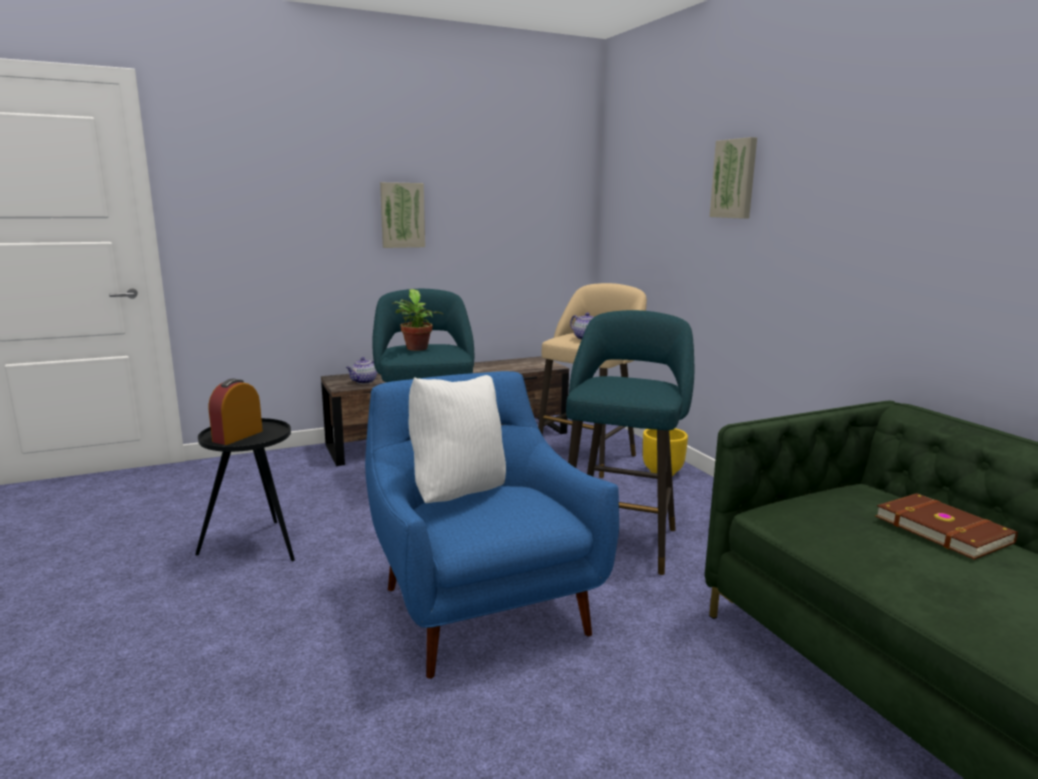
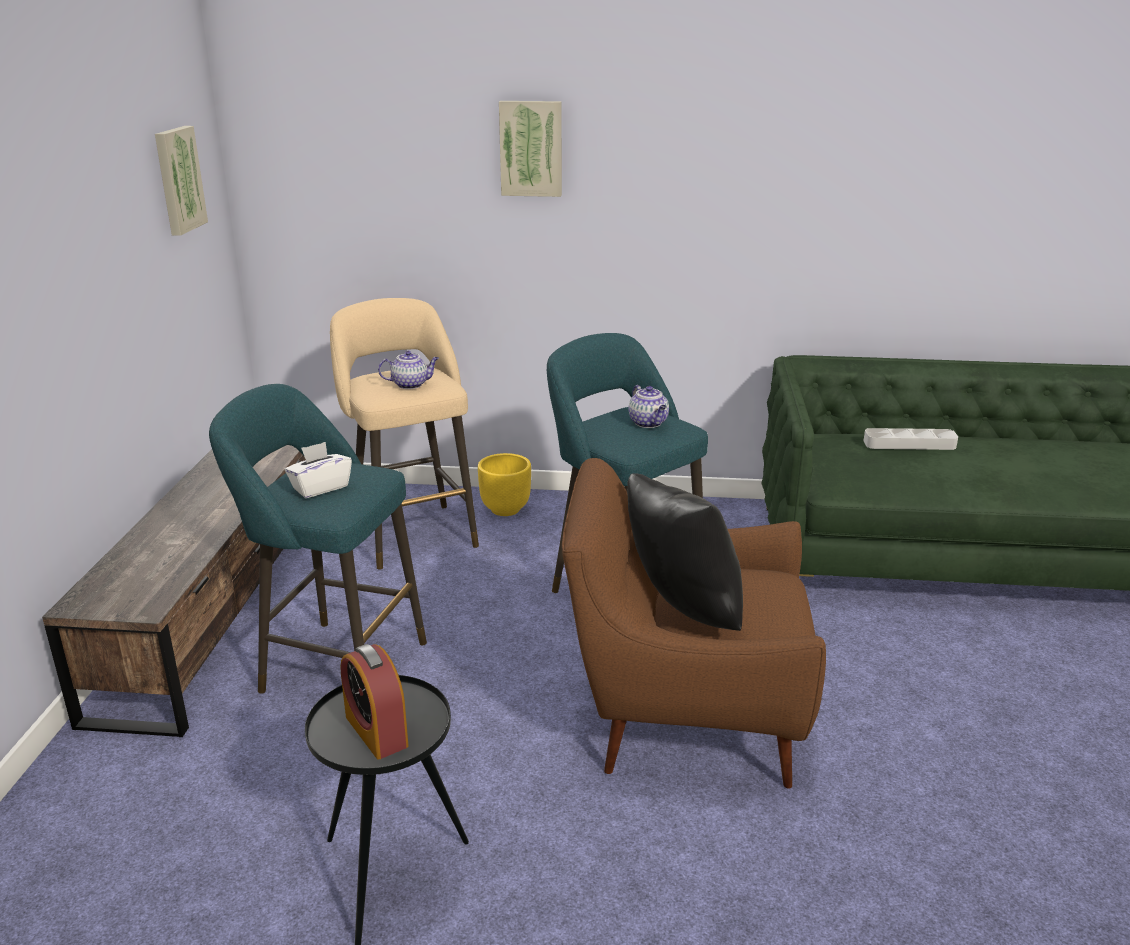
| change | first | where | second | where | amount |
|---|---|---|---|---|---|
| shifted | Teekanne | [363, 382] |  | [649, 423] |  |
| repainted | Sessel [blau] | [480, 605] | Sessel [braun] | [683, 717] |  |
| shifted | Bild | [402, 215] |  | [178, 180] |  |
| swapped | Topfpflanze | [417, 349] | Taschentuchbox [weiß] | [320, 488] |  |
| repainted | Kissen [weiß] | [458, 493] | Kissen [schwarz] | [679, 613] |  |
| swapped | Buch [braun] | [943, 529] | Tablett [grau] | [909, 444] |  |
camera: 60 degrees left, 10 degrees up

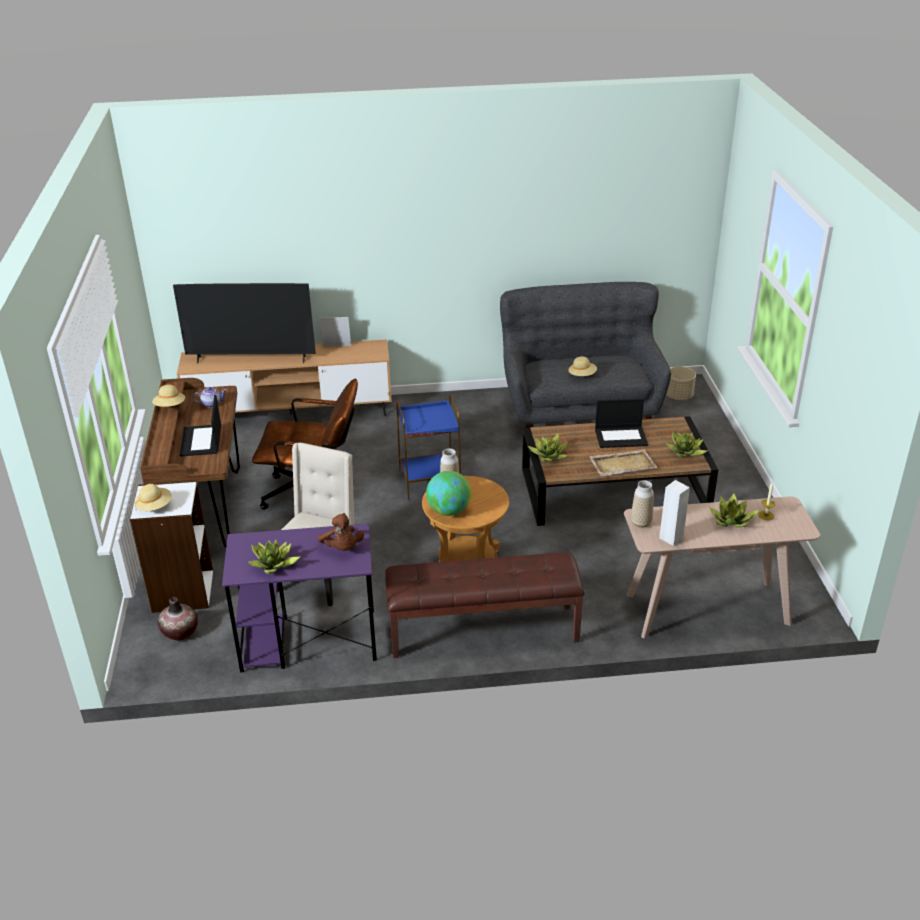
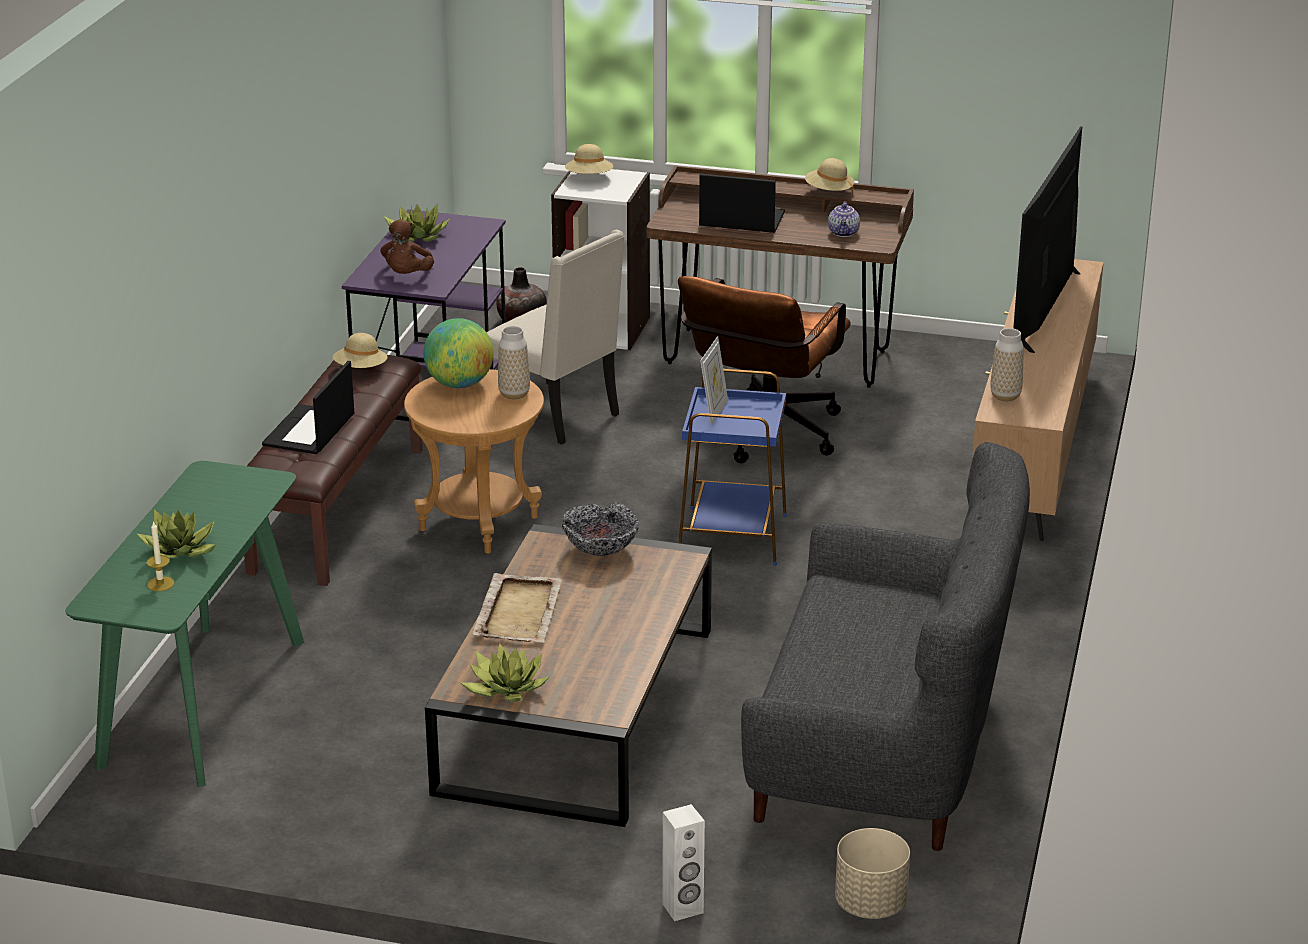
| change | first | where | second | where | amount |
|---|---|---|---|---|---|
| rotated | Plüschtier [braun] | [342, 548] |  | [407, 275] | 75 degrees counterclockwise |
| shifted | Bilderrahmen | [336, 347] |  | [714, 412] |  |
| swapped | Topfpflanze | [549, 456] | Schüssel | [601, 549] |  |
| shifted | Hut [beige] | [582, 375] |  | [360, 369] |  |
| shifted | Laptop | [621, 437] |  | [309, 431] |  |
| repainted | Konsolentisch [beige] | [707, 609] | Konsolentisch [grün] | [202, 702] |  |
| shifted | Vase | [641, 523] |  | [1005, 396] |  |
| shifted | Lautsprecher [weiß] | [671, 538] |  | [683, 909] |  |
camera: 110 degrees right, 5 degrees down

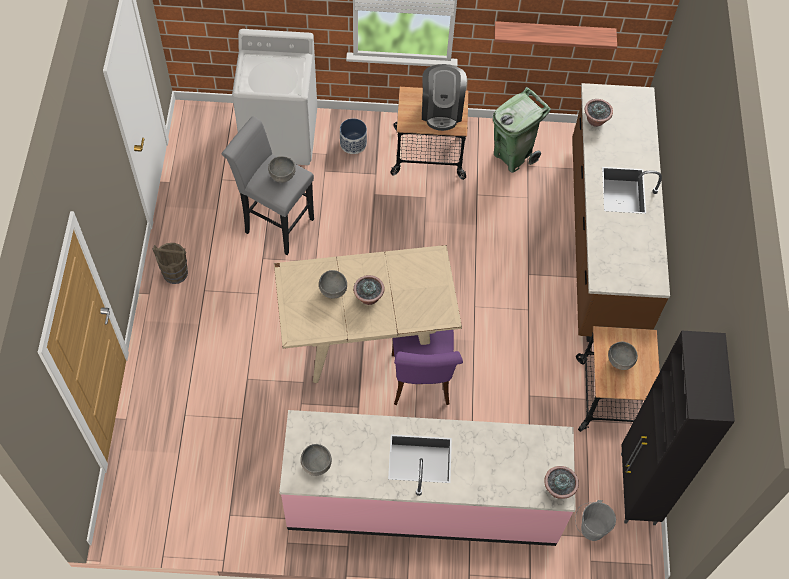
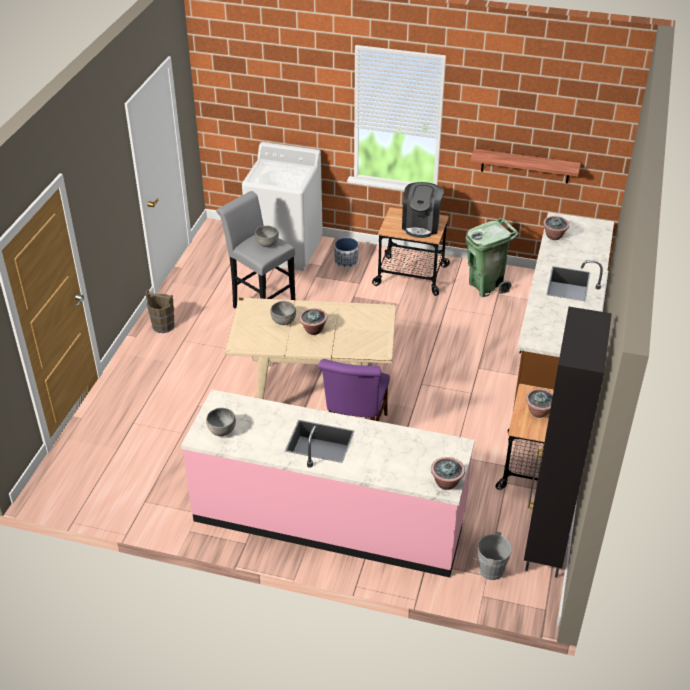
| change | first | where | second | where | amount |
|---|---|---|---|---|---|
| swapped | Schüssel [grau] | [620, 362] | Topfpflanze | [539, 412] |  |
camera: 15 degrees right, 20 degrees down

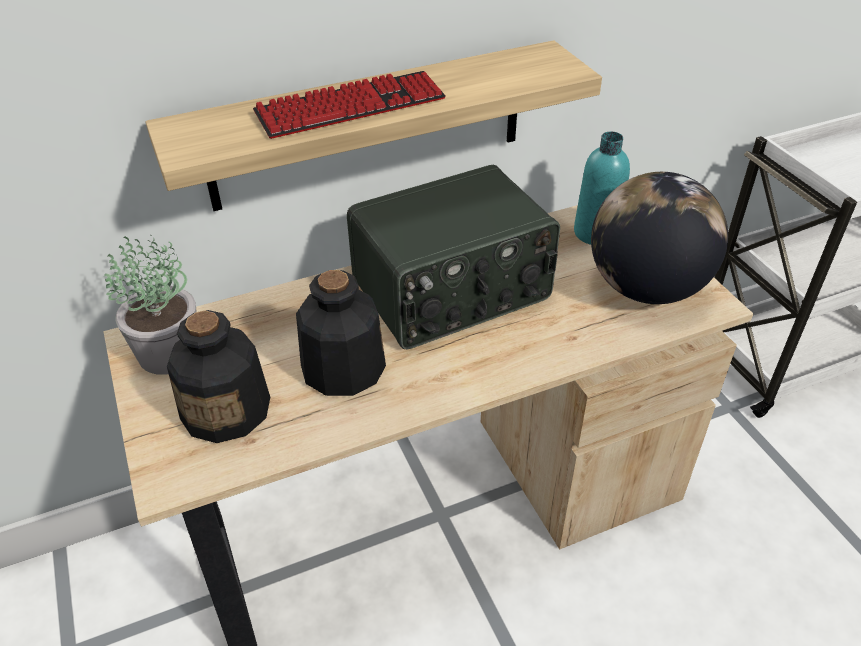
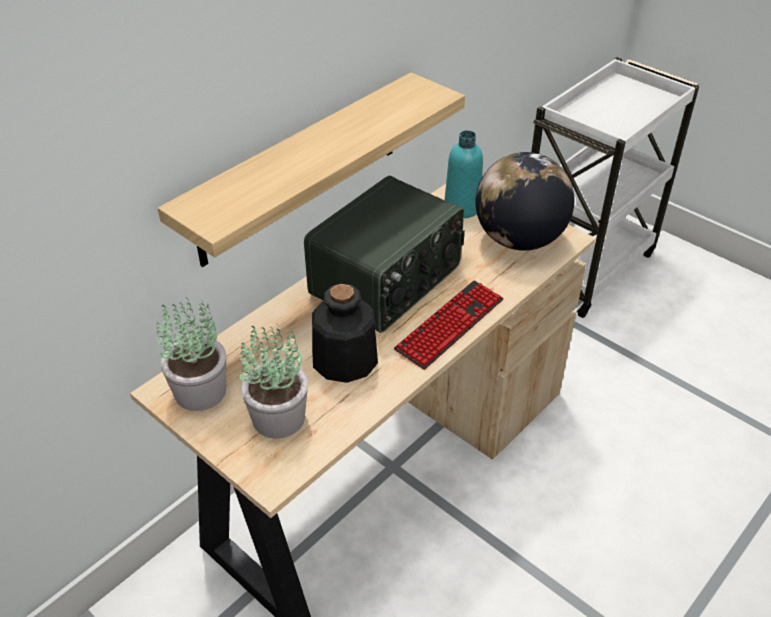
| change | first | where | second | where | amount |
|---|---|---|---|---|---|
| swapped | Flasche | [227, 409] | Topfpflanze | [279, 417] |  |
| shifted | Tastatur | [351, 107] |  | [450, 325] |  |
camera: 25 degrees left, 0 degrees up

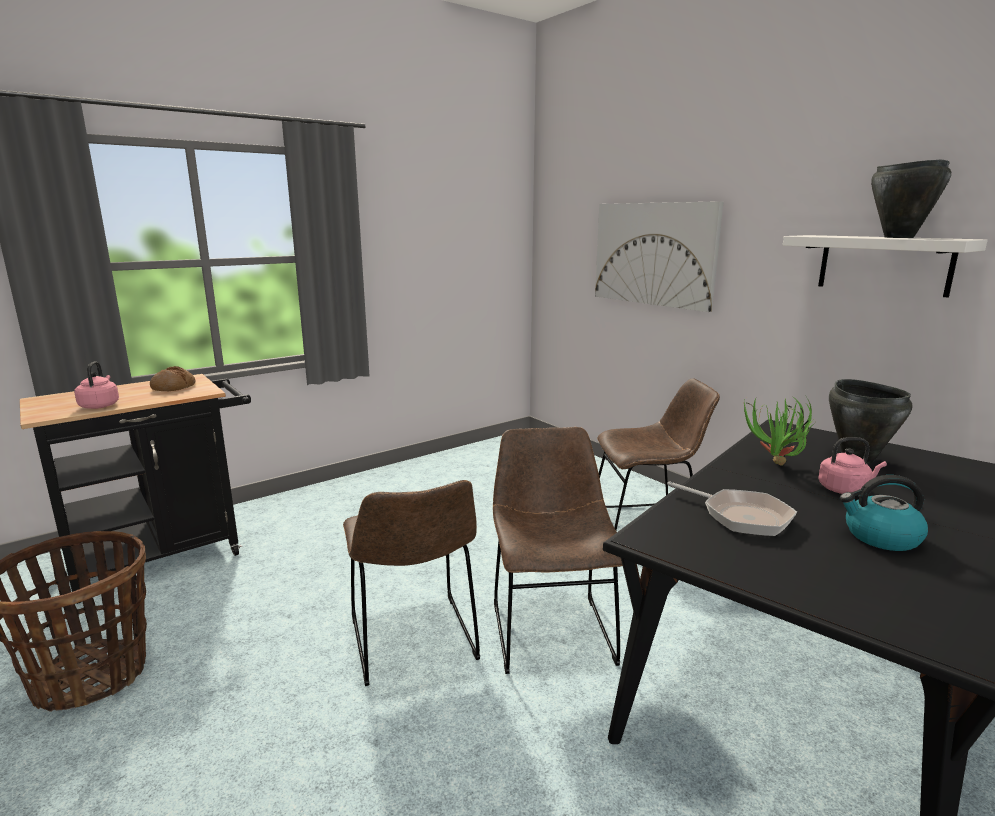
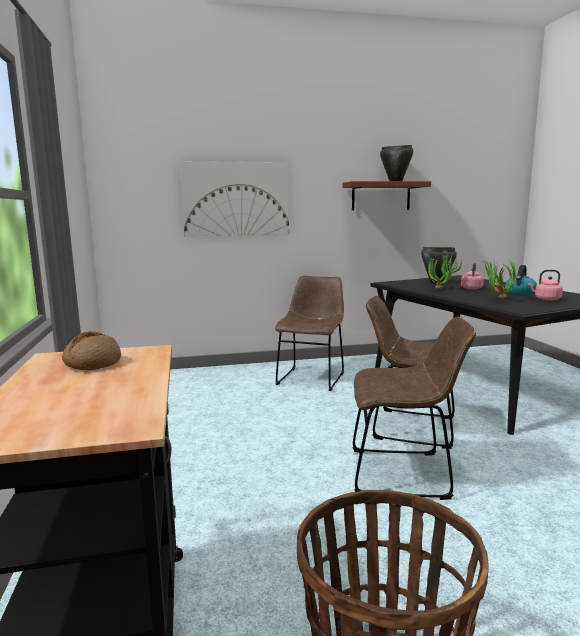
| change | first | where | second | where | amount |
|---|---|---|---|---|---|
| shifted | Wasserkessel [rosa] | [100, 405] |  | [546, 299] |  |
| swapped | Pfanne | [741, 516] | Topfpflanze | [497, 300] |  |
| repainted | Wandregal [weiß] | [884, 264] | Wandregal [braun] | [381, 196] |  |
camera: 65 degrees left, 5 degrees down

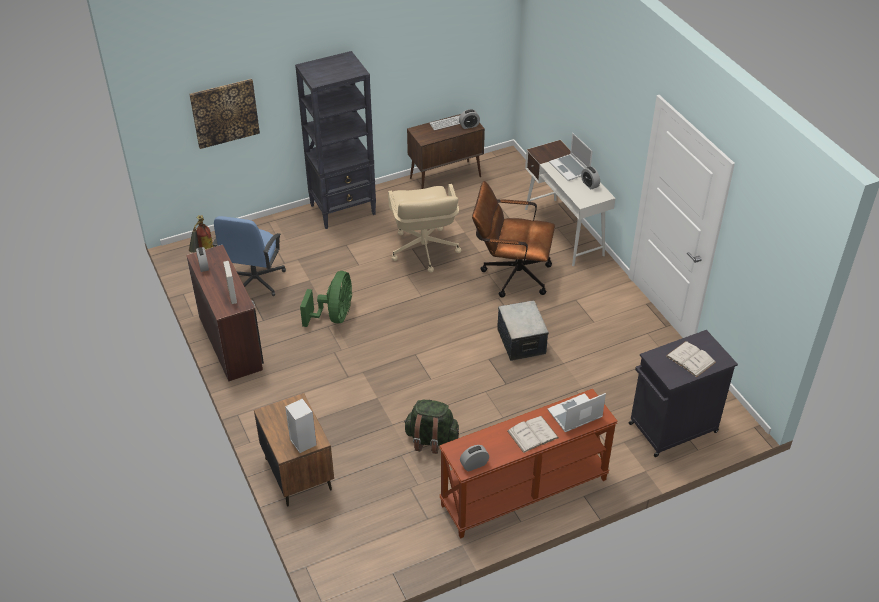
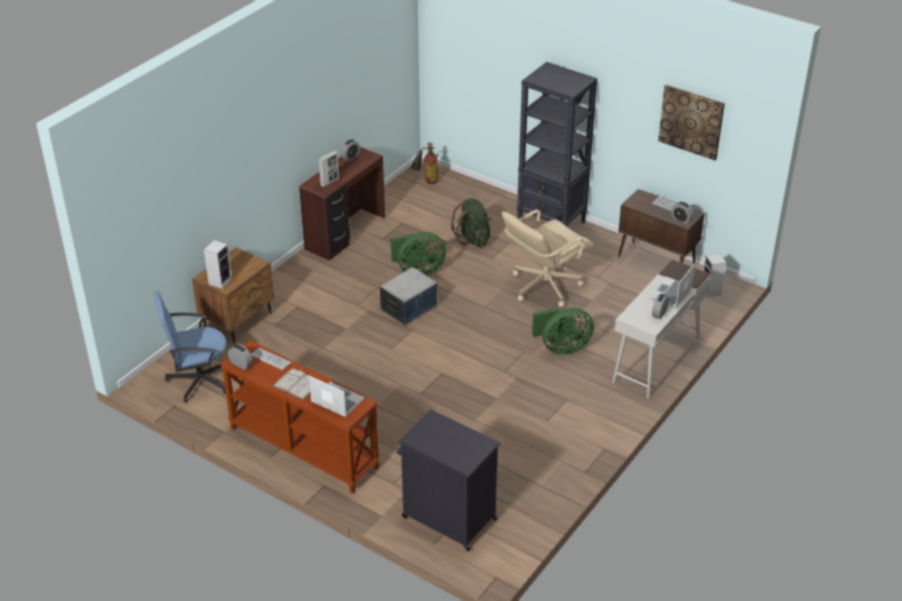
| change | first | where | second | where | amount |
|---|---|---|---|---|---|
| shifted | Bild | [224, 113] |  | [691, 121] |  |
| shifted | Bürostuhl [blau] | [254, 281] |  | [199, 380] |  |
| shifted | Rucksack [grün] | [431, 439] |  | [473, 238] |  |
| swapped | Bürostuhl [braun] | [510, 274] | Ventilator [grün] | [562, 348] |  |
| shifted | Aufbewahrungsbox | [521, 341] |  | [409, 308] |  |
| gone | Buch [weiß] | [690, 359] |  |  |  |
| new |  |  | Tastatur | [271, 359] |  |
| new |  |  | Lautsprecher | [711, 291] |  |
camera: 60 degrees right, 5 degrees down

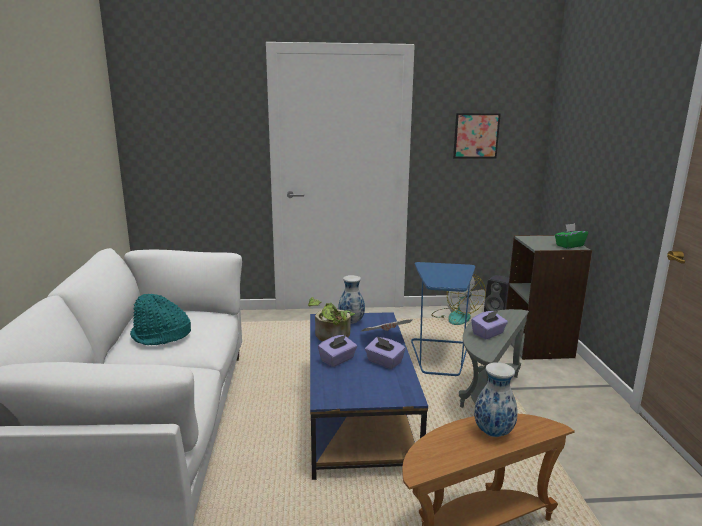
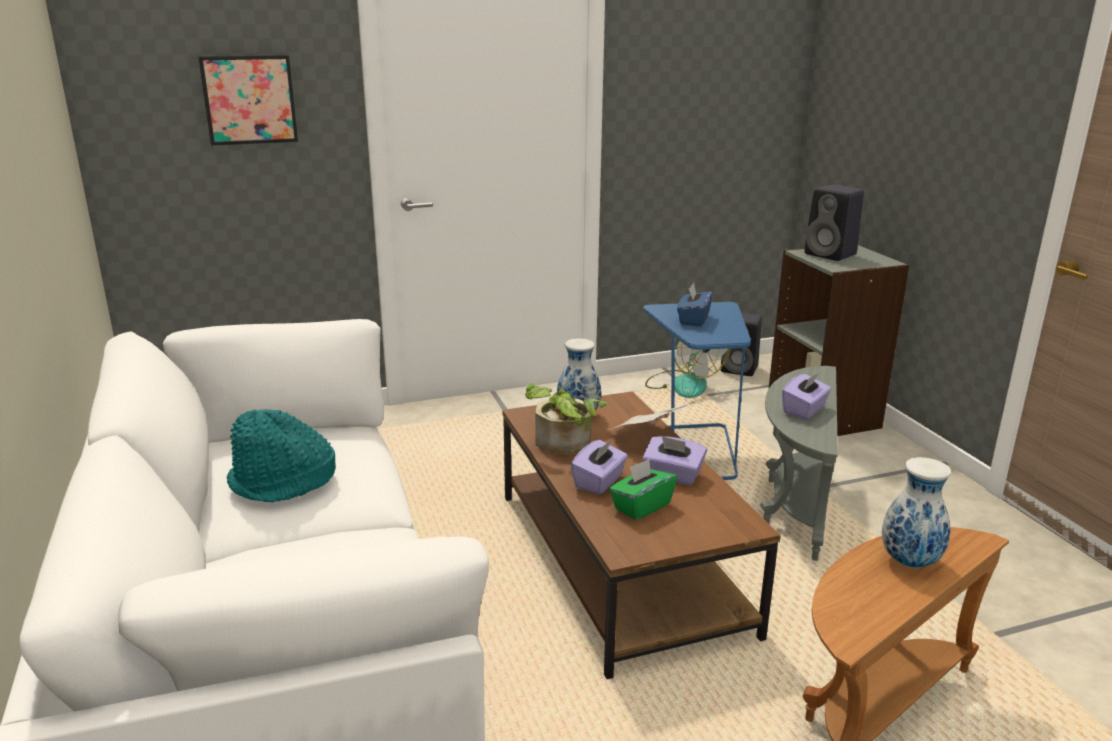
| change | first | where | second | where | amount |
|---|---|---|---|---|---|
| repainted | Couchtisch [blau] | [357, 413] | Couchtisch [braun] | [618, 561] |  |
| shifted | Bild | [476, 135] |  | [249, 100] |  |
| shifted | Taschentuchbox [grün] | [569, 245] |  | [641, 506] |  |
| new |  |  | Taschentuchbox [blau] | [693, 320] |  |
| new |  |  | Lautsprecher [schwarz] | [832, 254] |  |
camera: 15 degrees left, 5 degrees up

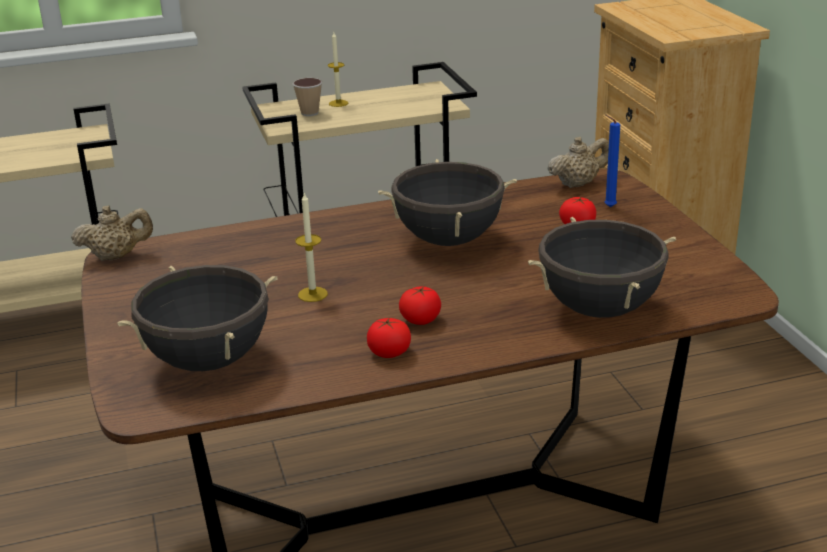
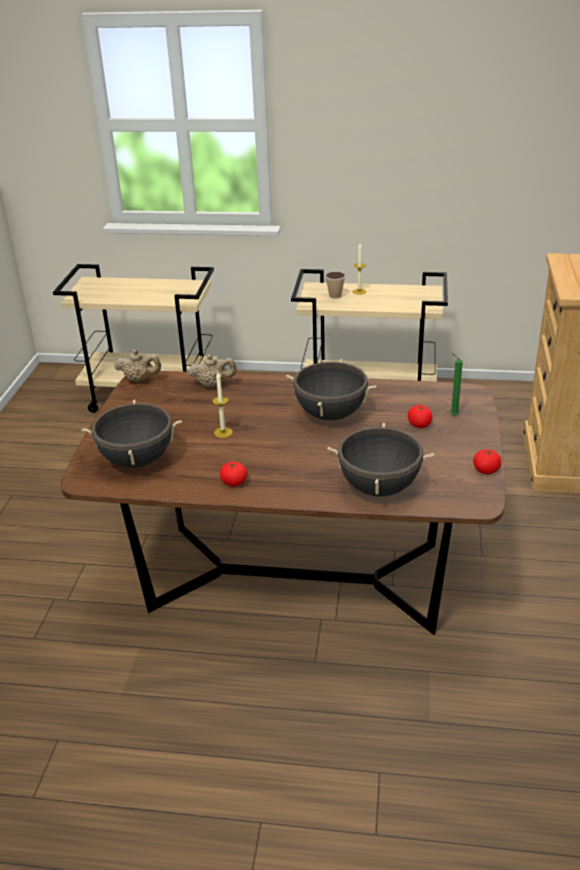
| change | first | where | second | where | amount |
|---|---|---|---|---|---|
| shifted | Tomate | [420, 320] |  | [486, 470] |  |
| shifted | Teekanne [beige] | [578, 184] |  | [213, 385] |  |
| repainted | Kerze [blau] | [608, 207] | Kerze [grün] | [452, 415] |  |
camera: 25 degrees right, 5 degrees up

